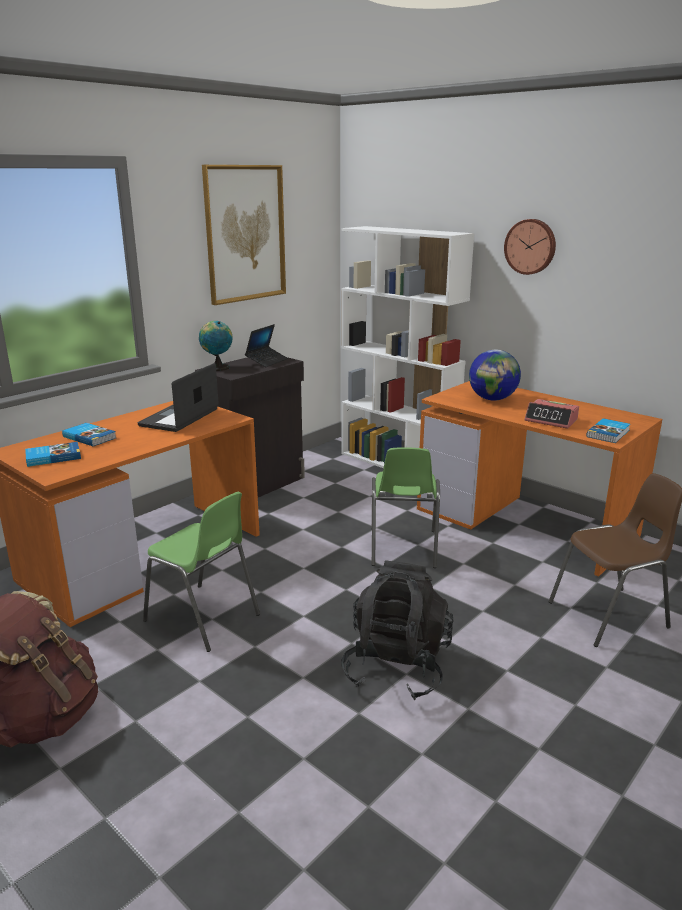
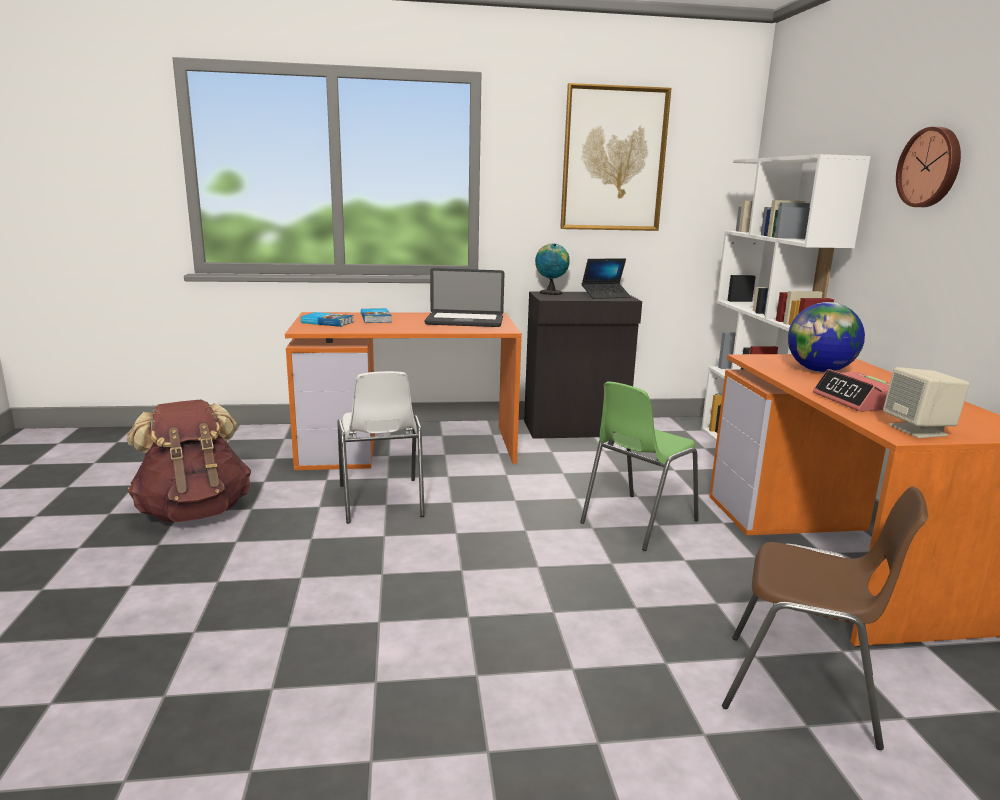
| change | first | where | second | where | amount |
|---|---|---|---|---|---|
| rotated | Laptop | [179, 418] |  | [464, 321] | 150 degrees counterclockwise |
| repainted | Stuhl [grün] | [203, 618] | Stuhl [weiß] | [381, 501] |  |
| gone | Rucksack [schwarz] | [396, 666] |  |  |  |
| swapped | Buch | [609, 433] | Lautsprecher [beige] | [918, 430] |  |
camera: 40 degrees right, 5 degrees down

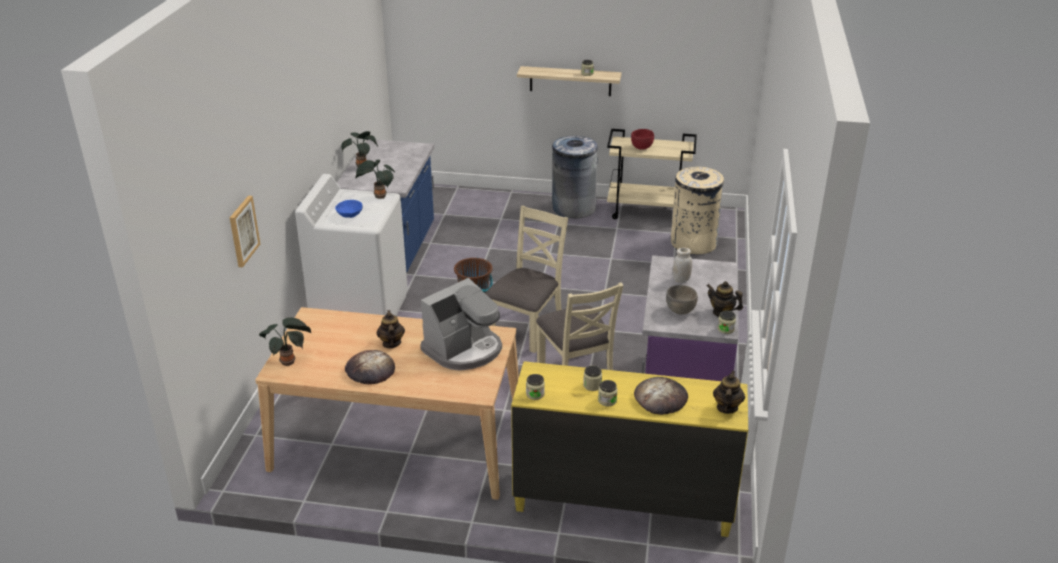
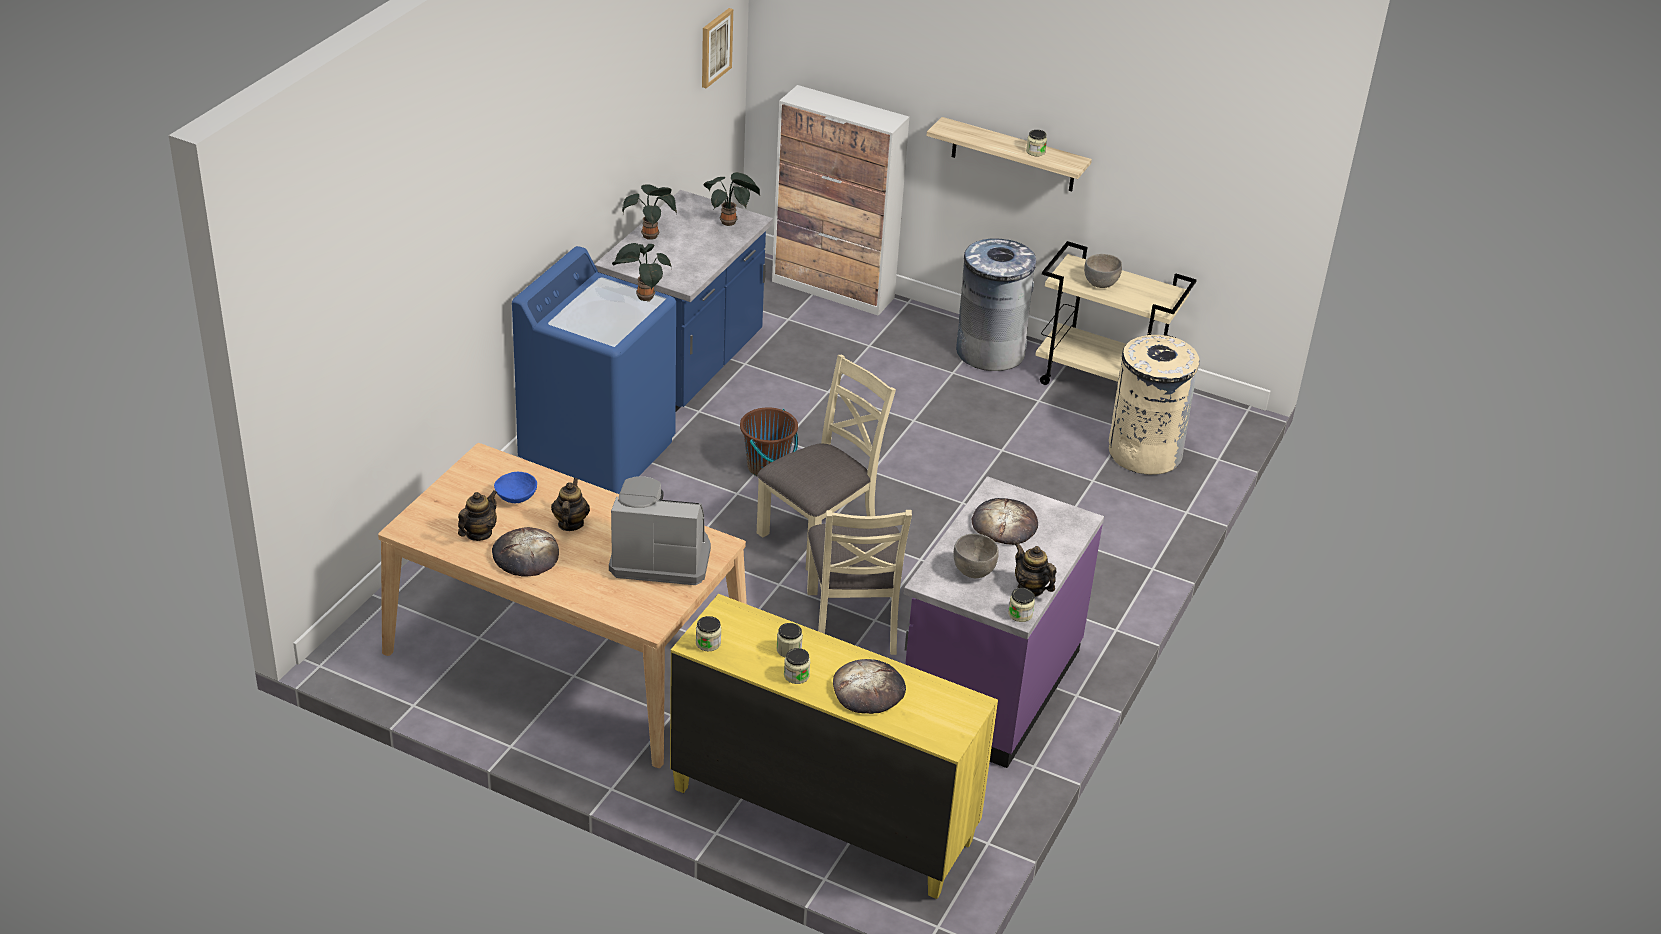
| change | first | where | second | where | amount |
|---|---|---|---|---|---|
| shifted | Bild | [243, 231] |  | [715, 47] |  |
| shifted | Topfpflanze | [289, 361] |  | [730, 222] |  |
| repainted | Waschmaschine [weiß] | [360, 311] | Waschmaschine [blau] | [598, 451] |  |
| shifted | Schüssel [blau] | [350, 214] |  | [516, 496] |  |
| rotated | Kaffeemaschine | [464, 350] |  | [660, 556] | 150 degrees counterclockwise |
| repainted | Schüssel [rot] | [642, 147] | Schüssel [grau] | [1101, 284] |  |
| swapped | Vorratsglas [weiß] | [681, 280] | Brot | [1004, 524] |  |
| shifted | Teekanne | [726, 407] |  | [478, 533] |  |
| new |  |  | Schrank | [833, 290] |  |
camera: 15 degrees right, 5 degrees up

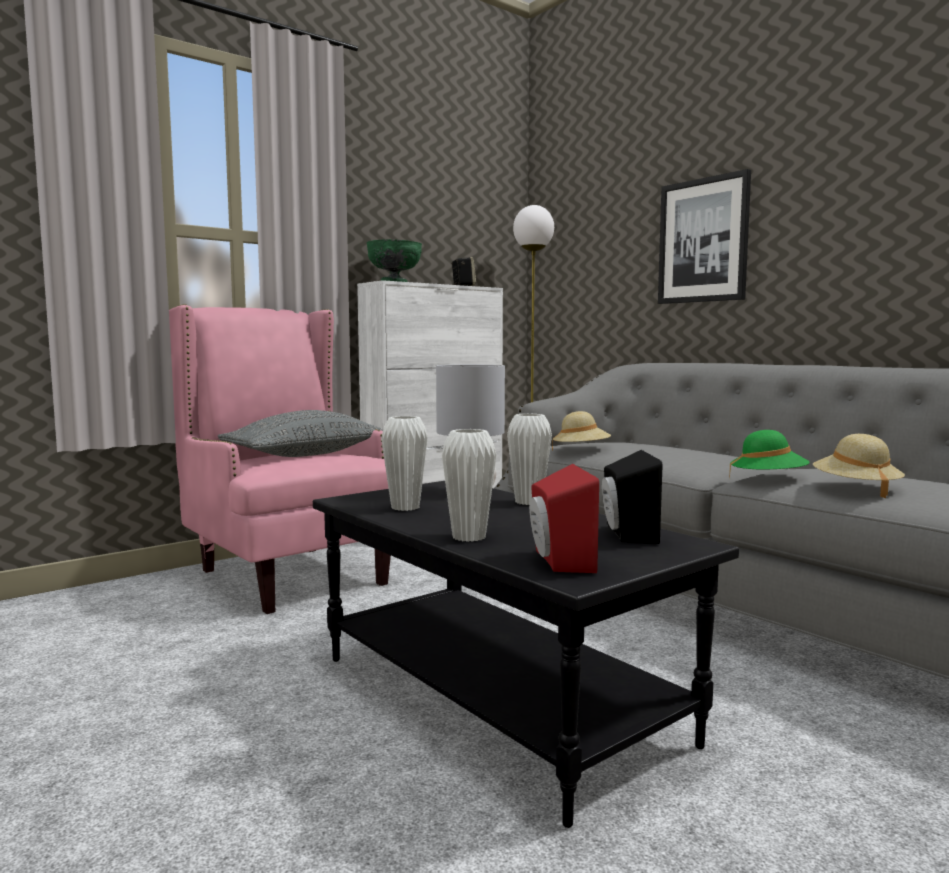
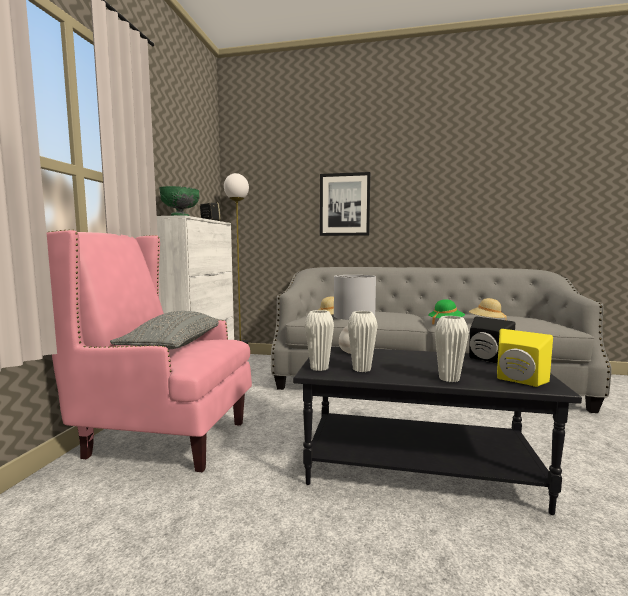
| change | first | where | second | where | amount |
|---|---|---|---|---|---|
| shifted | Vase [weiß] | [528, 502] |  | [319, 368] |  |
| repainted | Lautsprecher [rot] | [557, 561] | Lautsprecher [gelb] | [518, 381] |  |
camera: 40 degrees left, 0 degrees up

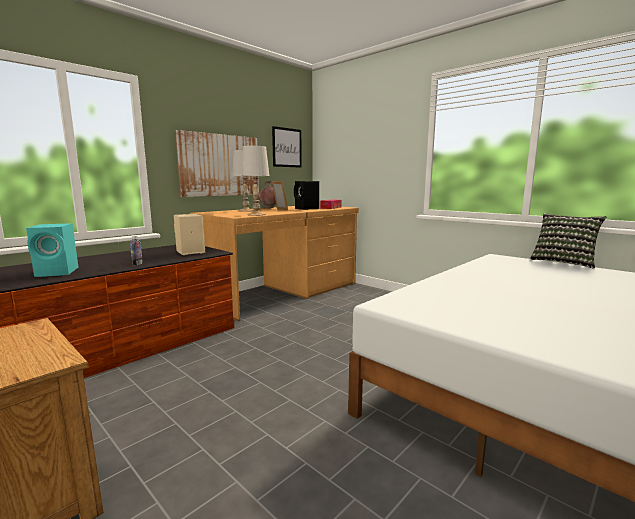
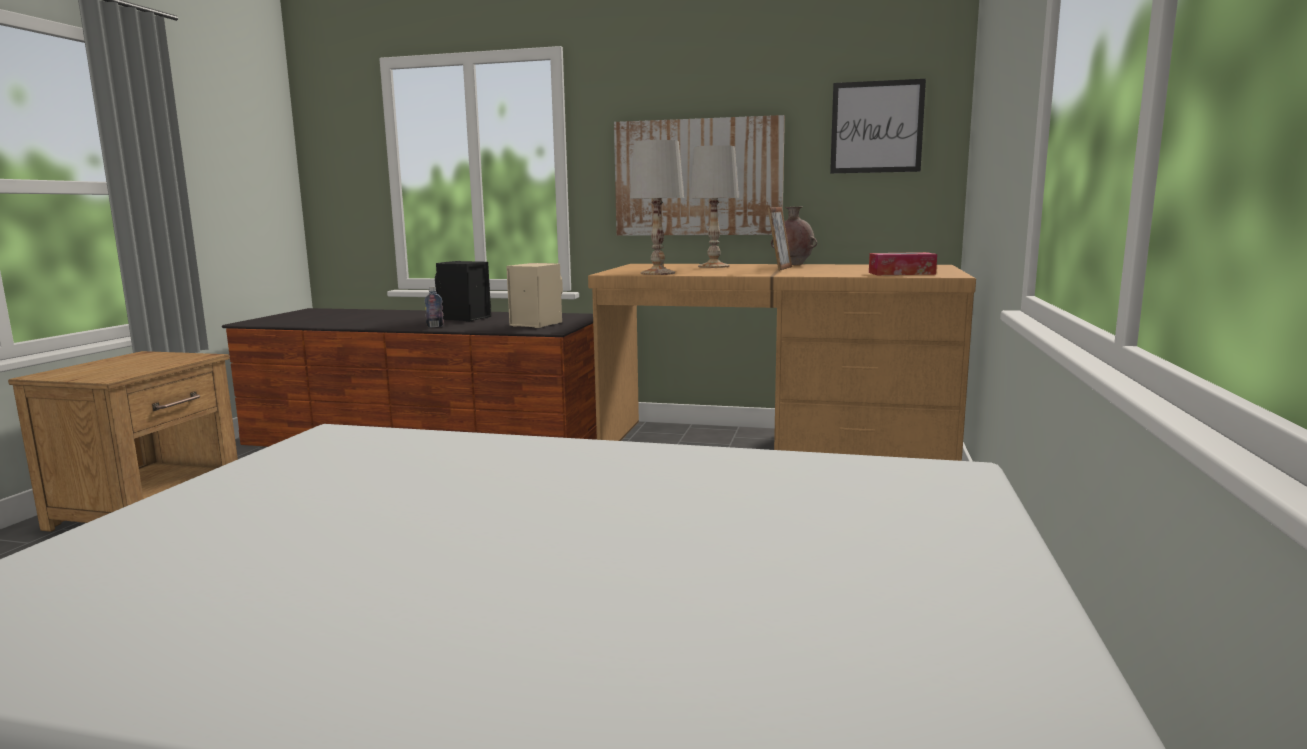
| change | first | where | second | where | amount |
|---|---|---|---|---|---|
| gone | Lautsprecher [türkis] | [59, 272] |  |  |  |
| shifted | Lautsprecher [schwarz] | [307, 209] |  | [464, 318] |  |
| gone | Kissen | [563, 262] |  |  |  |
camera: 60 degrees right, 0 degrees up

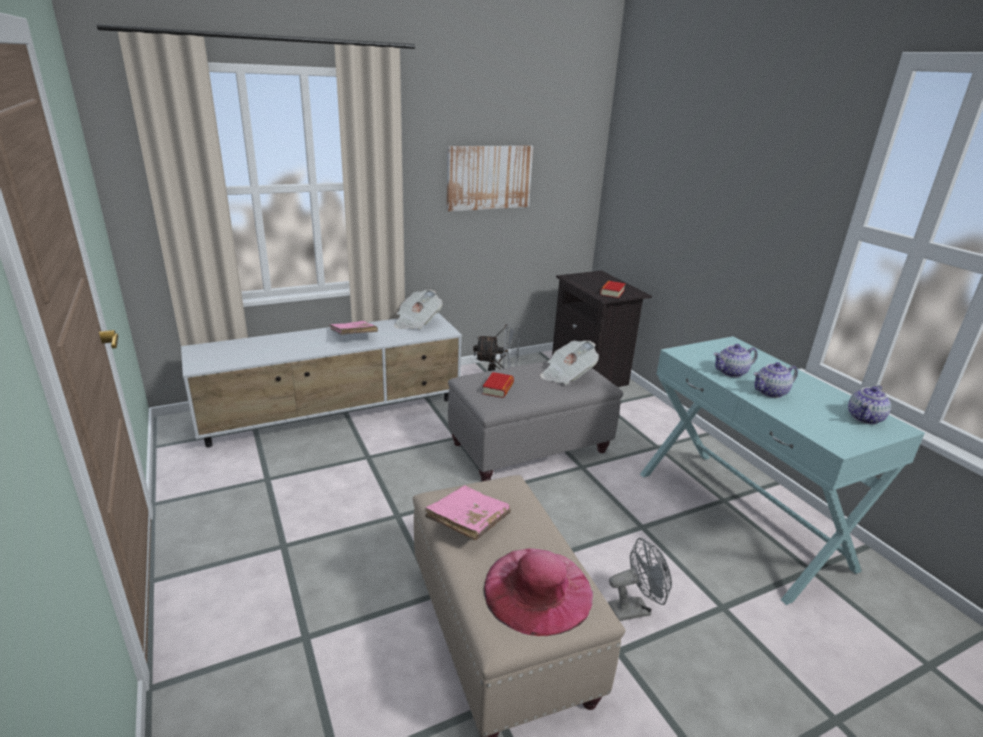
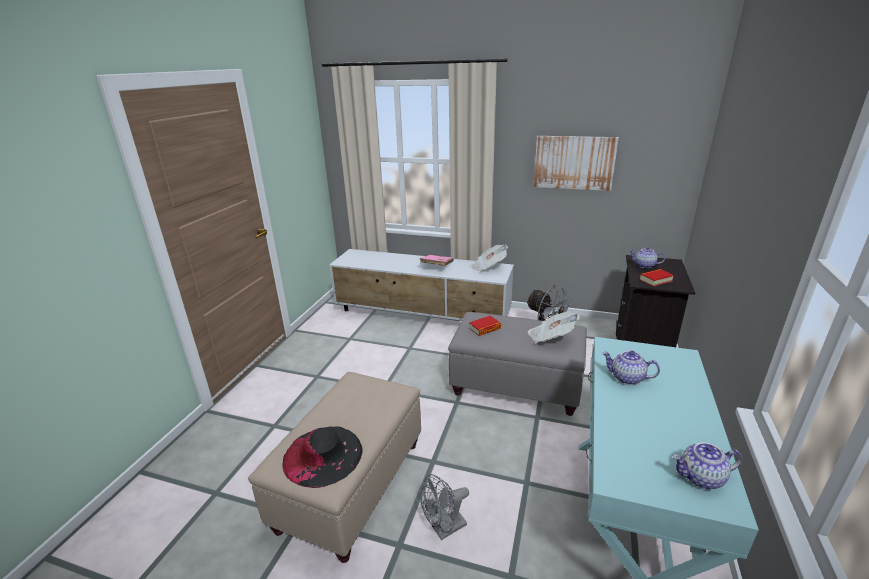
| change | first | where | second | where | amount |
|---|---|---|---|---|---|
| gone | Buch [rosa] | [468, 522] |  |  |  |
| repainted | Hut [rosa] | [537, 589] | Hut [schwarz] | [323, 455] |  |
| rotated | Ventilator [grau] | [634, 609] |  | [445, 529] | 120 degrees clockwise |
| shifted | Teekanne | [770, 392] |  | [644, 265] |  |
camera: 45 degrees right, 0 degrees up

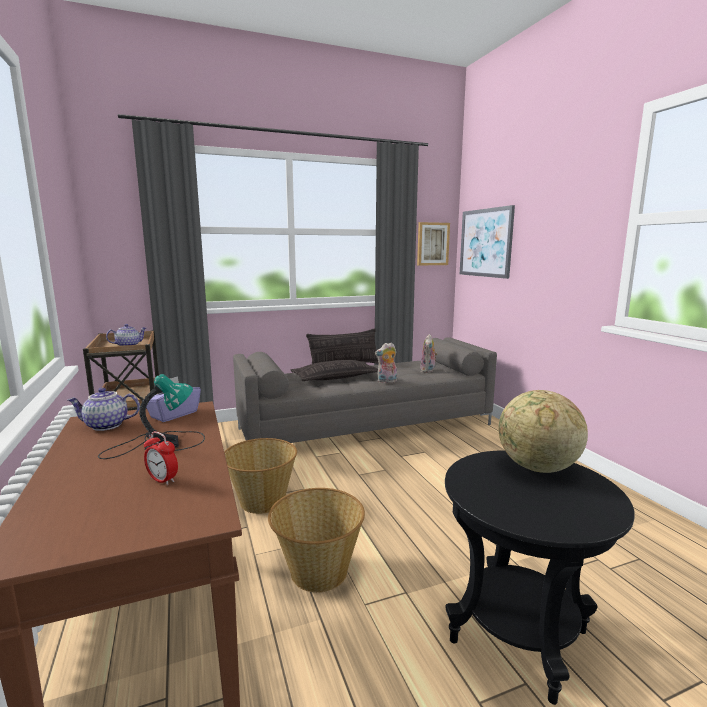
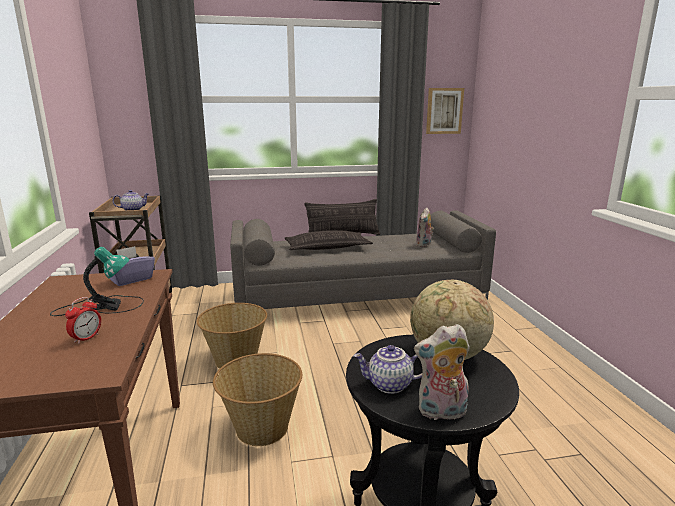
| change | first | where | second | where | amount |
|---|---|---|---|---|---|
| shifted | Teekanne | [106, 426] |  | [389, 385] |  |
| rotated | Wecker | [162, 480] |  | [86, 338] | 105 degrees counterclockwise |
| shifted | Plüschtier | [387, 381] |  | [441, 412] |  |
| gone | Bild | [485, 243] |  |  |  |
camera: 10 degrees right, 5 degrees up

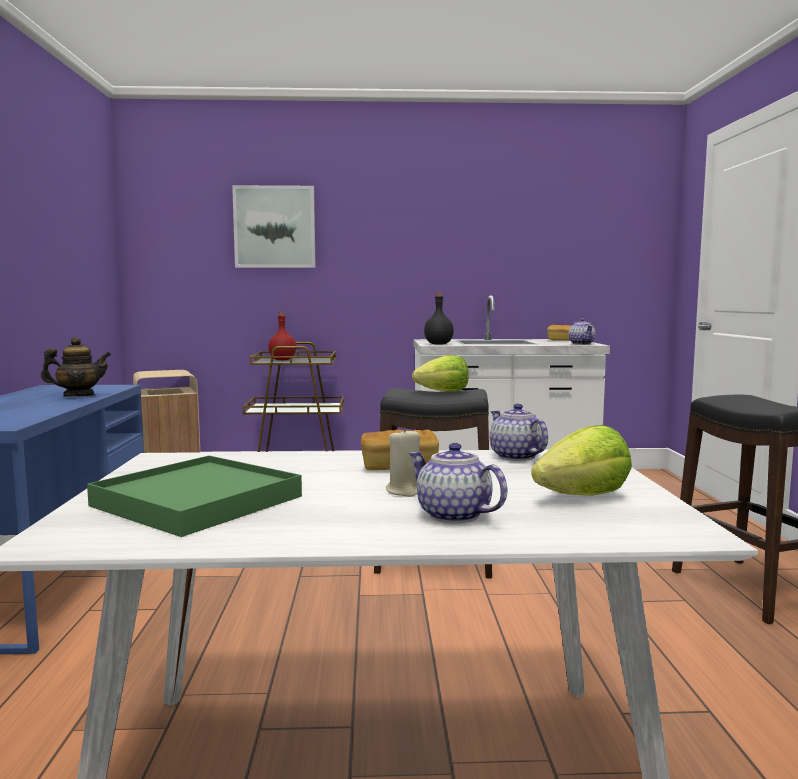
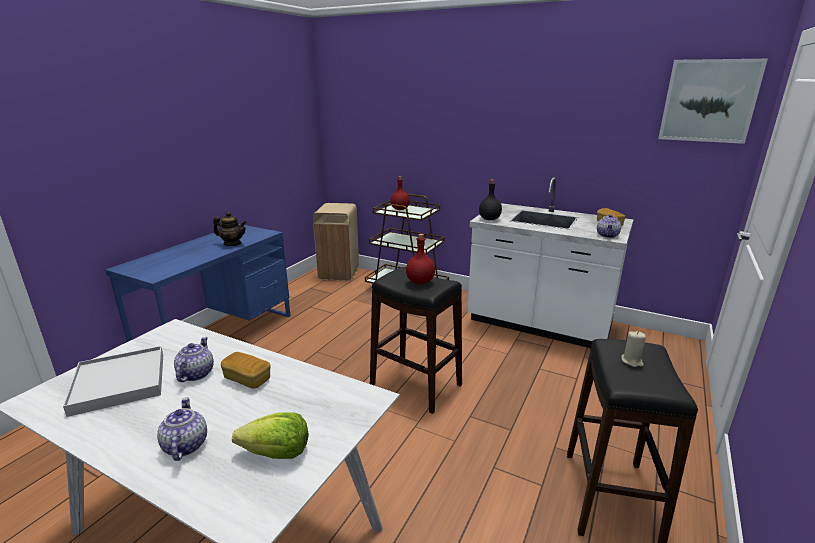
| change | first | where | second | where | amount |
|---|---|---|---|---|---|
| repainted | Tablett [grün] | [197, 501] | Tablett [weiß] | [120, 382] |  |
| shifted | Bild | [275, 227] |  | [709, 101] |  |
| shifted | Kerze [beige] | [405, 491] |  | [632, 361] |  |
| swapped | Salatkopf | [444, 391] | Flasche [rot] | [420, 282] |  |
| shifted | Teekanne | [515, 456] |  | [196, 373] |  |
camera: 30 degrees right, 15 degrees up

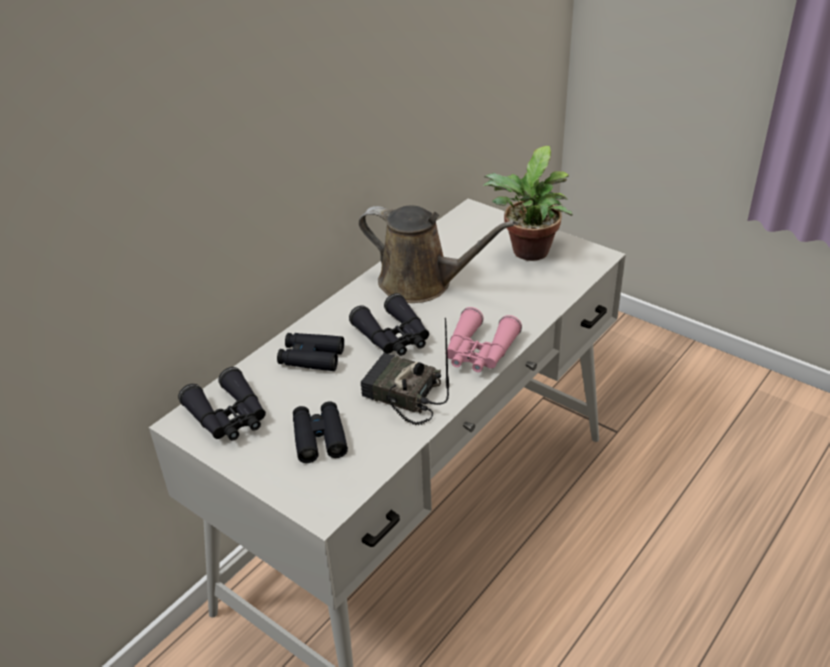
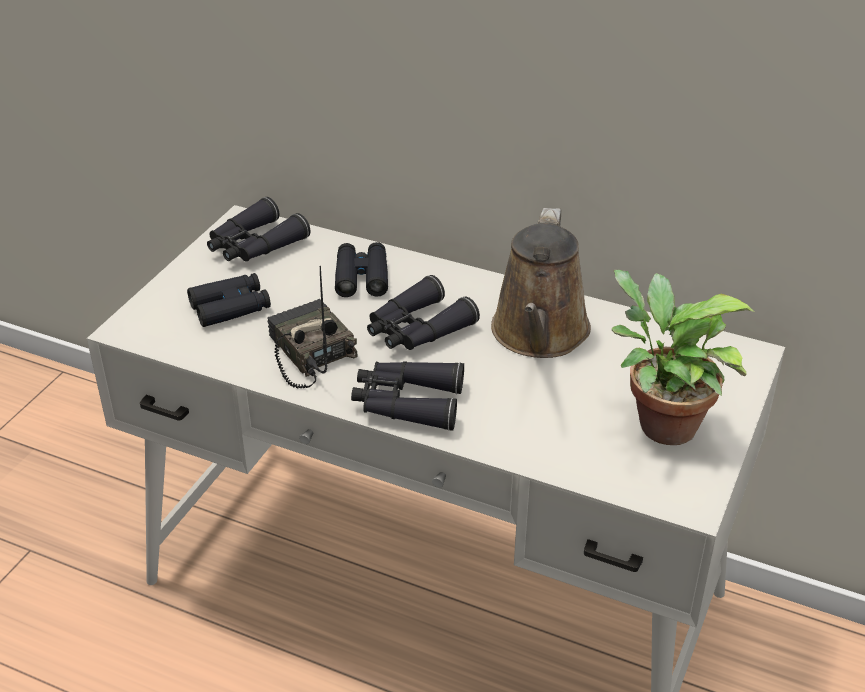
| change | first | where | second | where | amount |
|---|---|---|---|---|---|
| rotated | Radio | [401, 396] |  | [308, 352] | 45 degrees counterclockwise |
| repainted | Fernglas [rosa] | [479, 352] | Fernglas [schwarz] | [407, 403] |  |
camera: 75 degrees right, 0 degrees up

